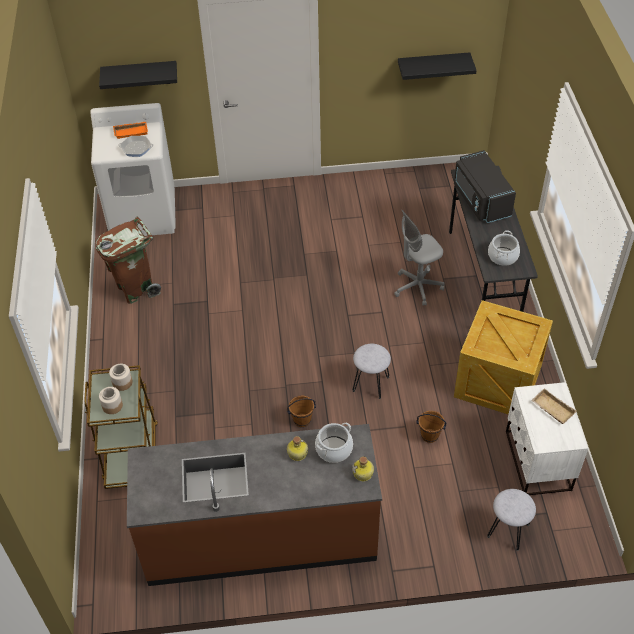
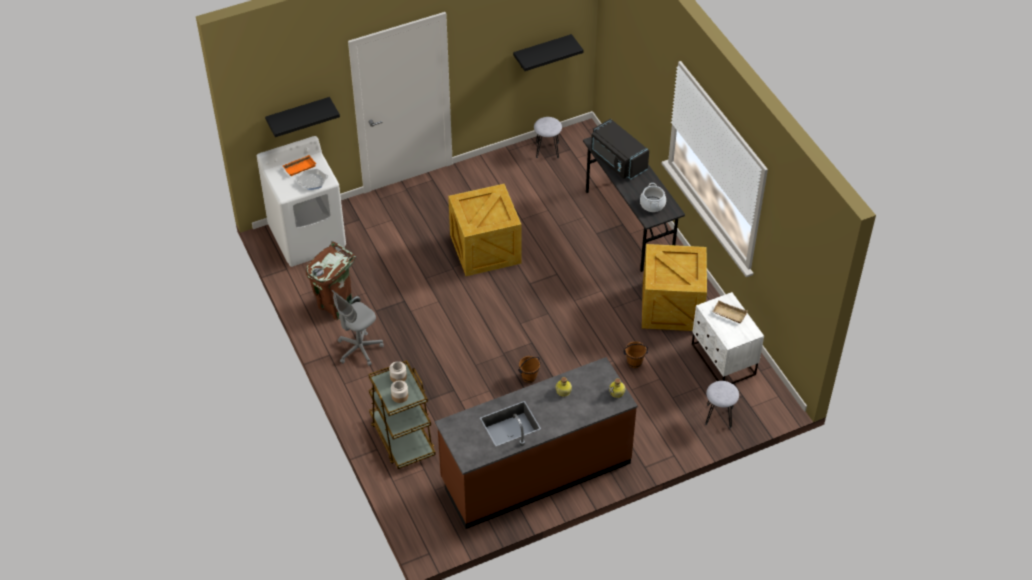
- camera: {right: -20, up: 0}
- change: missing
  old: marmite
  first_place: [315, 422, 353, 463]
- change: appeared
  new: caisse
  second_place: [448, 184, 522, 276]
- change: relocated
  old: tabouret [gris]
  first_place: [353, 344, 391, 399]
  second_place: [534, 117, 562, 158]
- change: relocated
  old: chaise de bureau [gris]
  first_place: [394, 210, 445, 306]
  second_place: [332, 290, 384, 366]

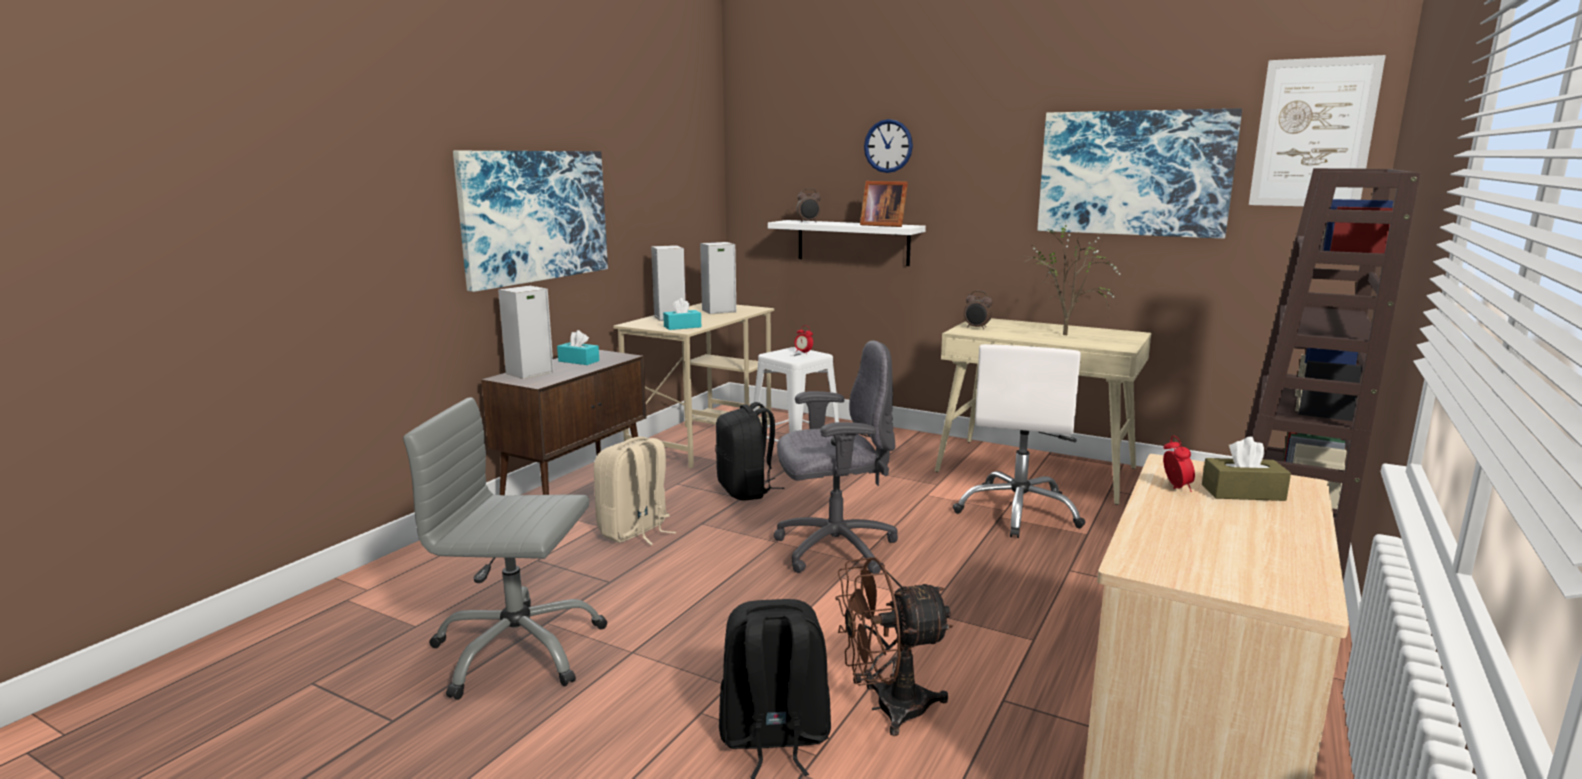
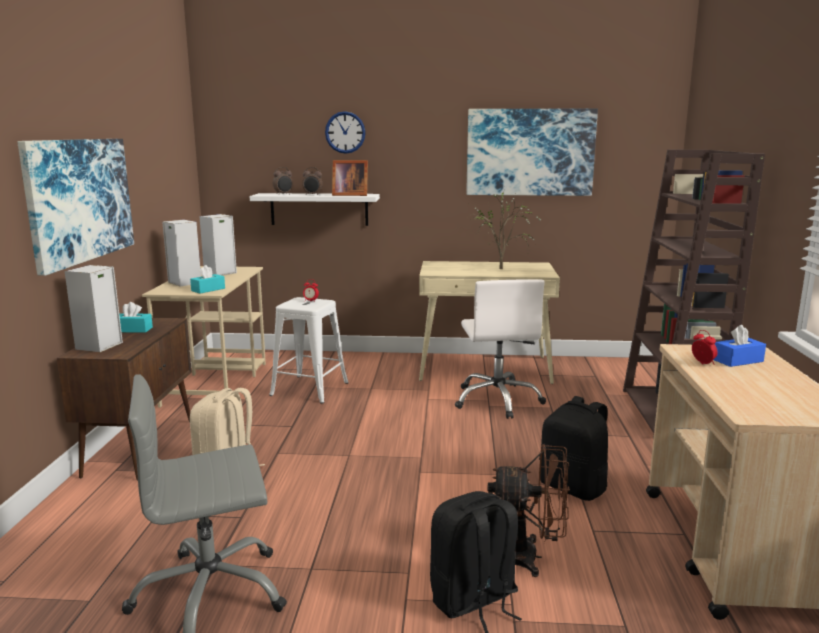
- camera: {right: -25, up: 0}
- change: missing
  old: chaise de bureau [gris]
  first_place: [774, 340, 898, 574]
- change: missing
  old: tableau
  first_place: [1249, 55, 1386, 206]
- change: relocated
  old: sac à dos [noir]
  first_place: [715, 402, 785, 501]
  second_place: [539, 396, 608, 501]
- change: relocated
  old: réveil
  first_place: [964, 291, 992, 329]
  second_place: [302, 167, 323, 195]
- change: colour
  old: boîte à mouchoirs [marron]
  new: boîte à mouchoirs [bleu]
  first_place: [1202, 437, 1291, 501]
  second_place: [713, 325, 766, 367]
- change: spun
  old: ventilateur [marron]
  first_place: [835, 557, 953, 736]
  second_place: [487, 444, 570, 577]
  degrees: -135

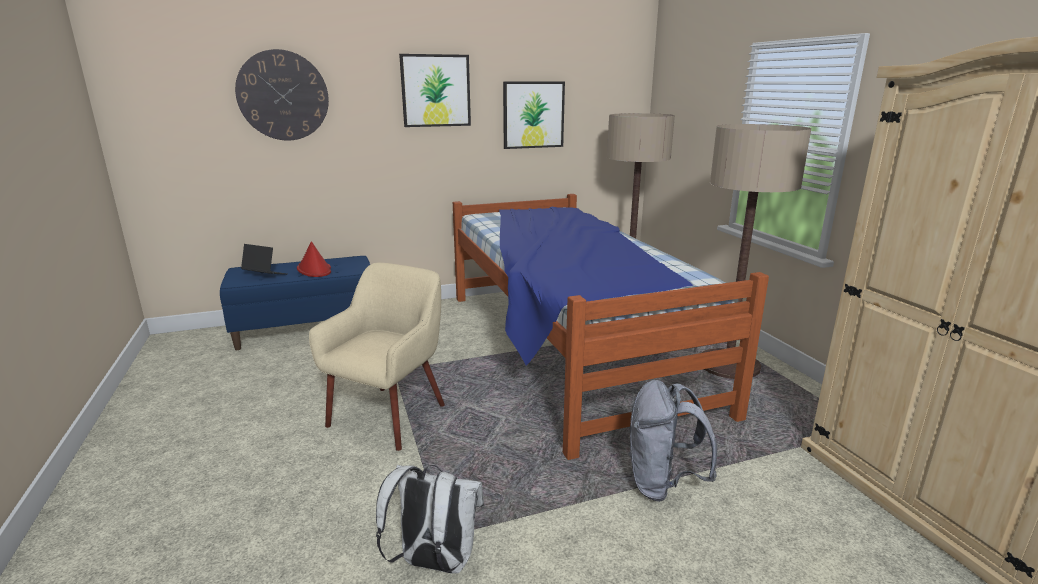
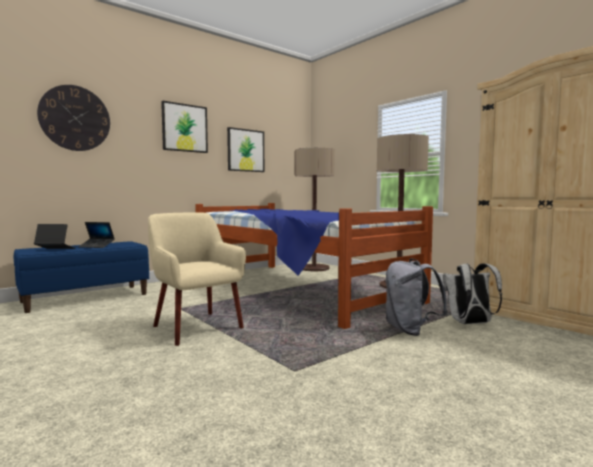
- camera: {right: -20, up: -15}
- change: relocated
  old: sac à dos [blanc]
  first_place: [376, 465, 484, 574]
  second_place: [443, 263, 502, 324]
- change: exchanged
  old: chapeau [rouge]
  new: ordinateur portable
  first_place: [297, 241, 331, 277]
  second_place: [78, 222, 115, 248]
- change: spun
  old: fauteuil [beige]
  first_place: [309, 263, 445, 451]
  second_place: [148, 212, 246, 346]
  degrees: -45

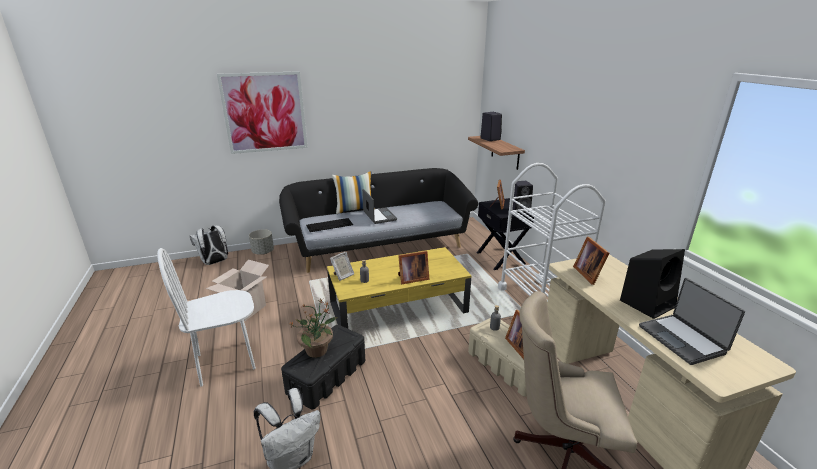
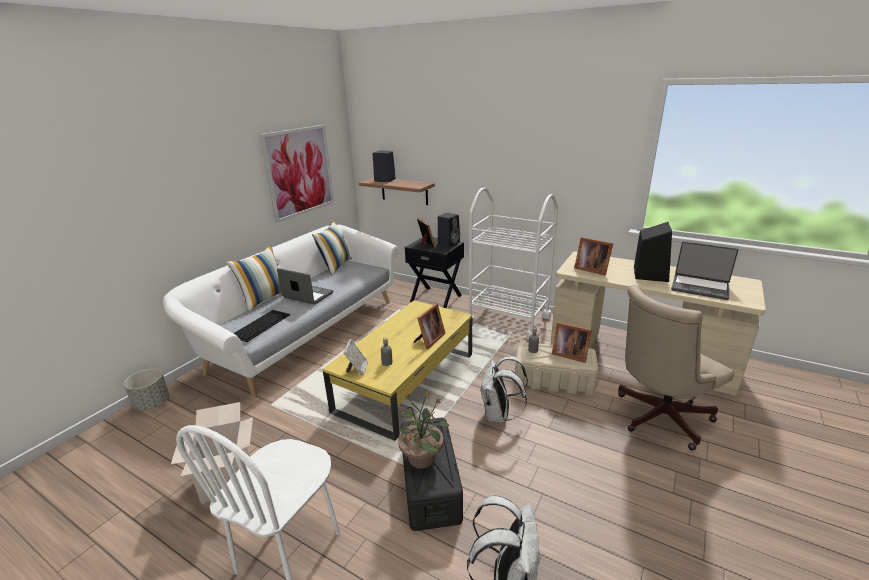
- camera: {right: -40, up: 0}
- change: appeared
  new: coussin
  second_place: [312, 220, 352, 275]
- change: relocated
  old: sac à dos [blanc]
  first_place: [190, 225, 228, 265]
  second_place: [480, 356, 528, 423]
- change: relocated
  old: tableau
  first_place: [217, 71, 308, 154]
  second_place: [260, 125, 334, 223]
- change: colour
  old: canapé [noir]
  new: canapé [blanc]
  first_place: [279, 168, 478, 273]
  second_place: [163, 225, 399, 398]

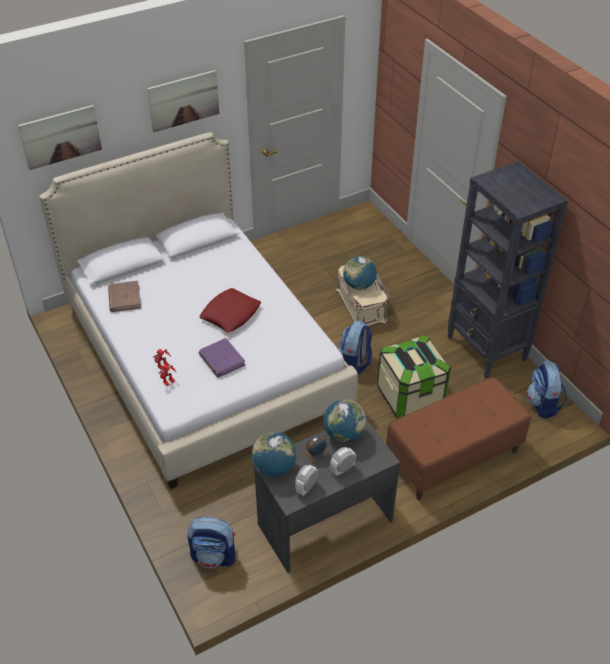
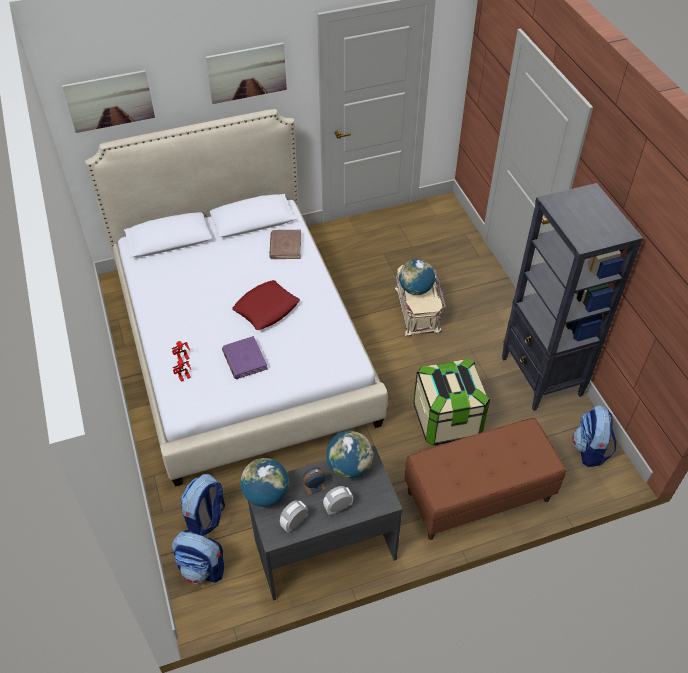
- camera: {right: 10, up: 5}
- change: relocated
  old: livre [marron]
  first_place: [108, 281, 141, 312]
  second_place: [269, 230, 301, 259]
- change: relocated
  old: sac à dos
  first_place: [338, 321, 372, 374]
  second_place: [180, 474, 225, 536]

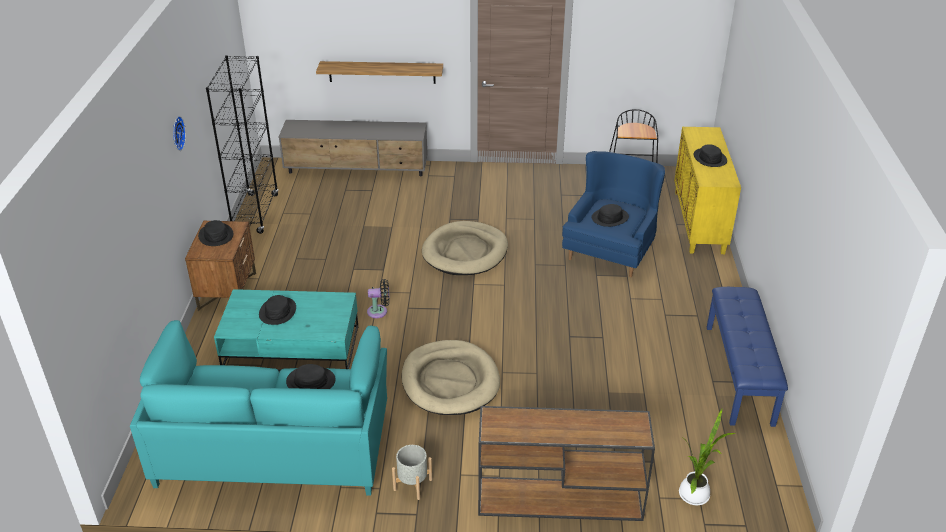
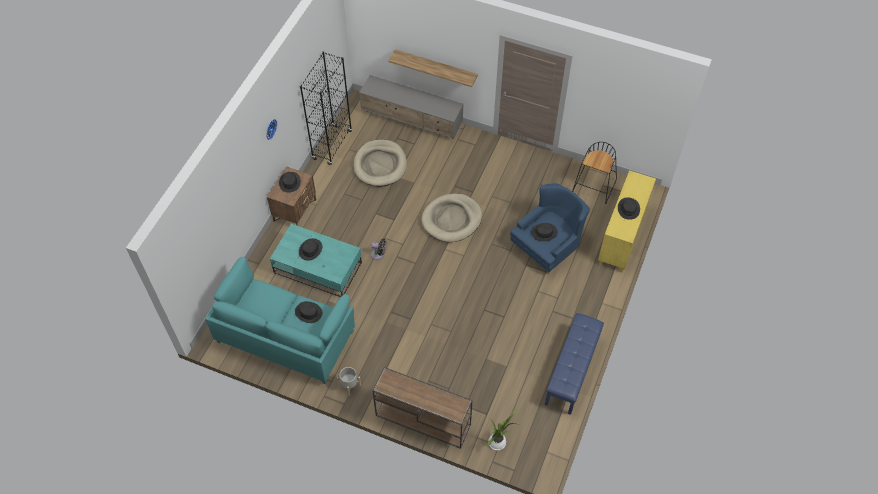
- camera: {right: 20, up: 20}
- change: relocated
  old: panier pour chien [beige]
  first_place: [401, 340, 500, 415]
  second_place: [354, 139, 407, 187]

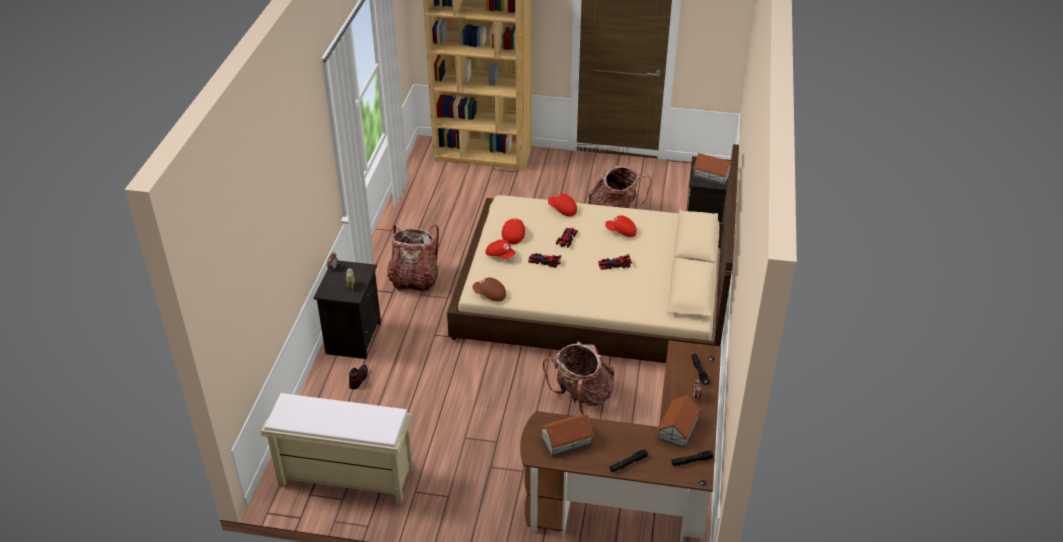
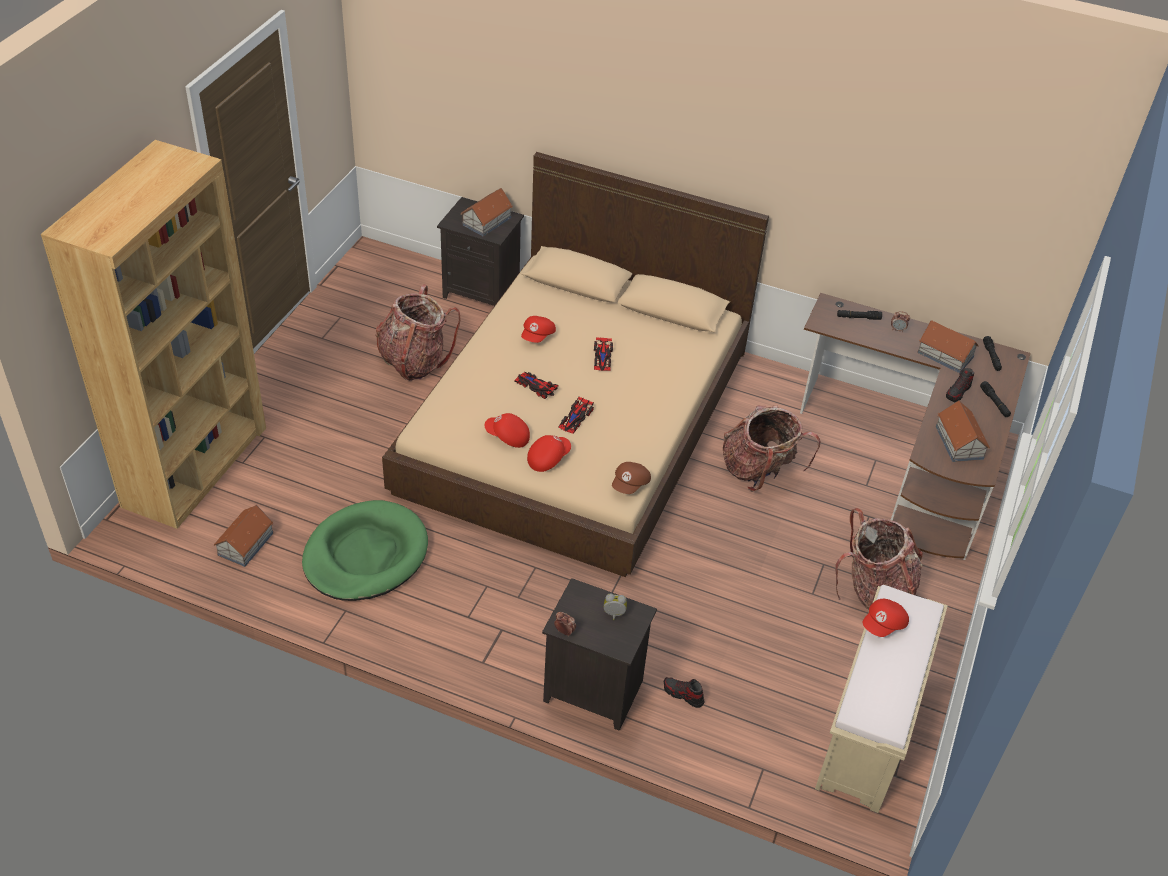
- camera: {right: -80, up: 5}
- change: appeared
  new: maison miniature
  second_place: [214, 505, 274, 567]
- change: appeared
  new: panier pour chien [vert]
  second_place: [302, 500, 428, 601]
- change: appeared
  new: chaussure
  second_place: [946, 368, 974, 402]
- change: relocated
  old: sac à dos
  first_place: [387, 224, 439, 292]
  second_place: [835, 508, 923, 609]
- change: relocated
  old: casquette [rouge]
  first_place: [548, 194, 577, 217]
  second_place: [863, 599, 909, 637]

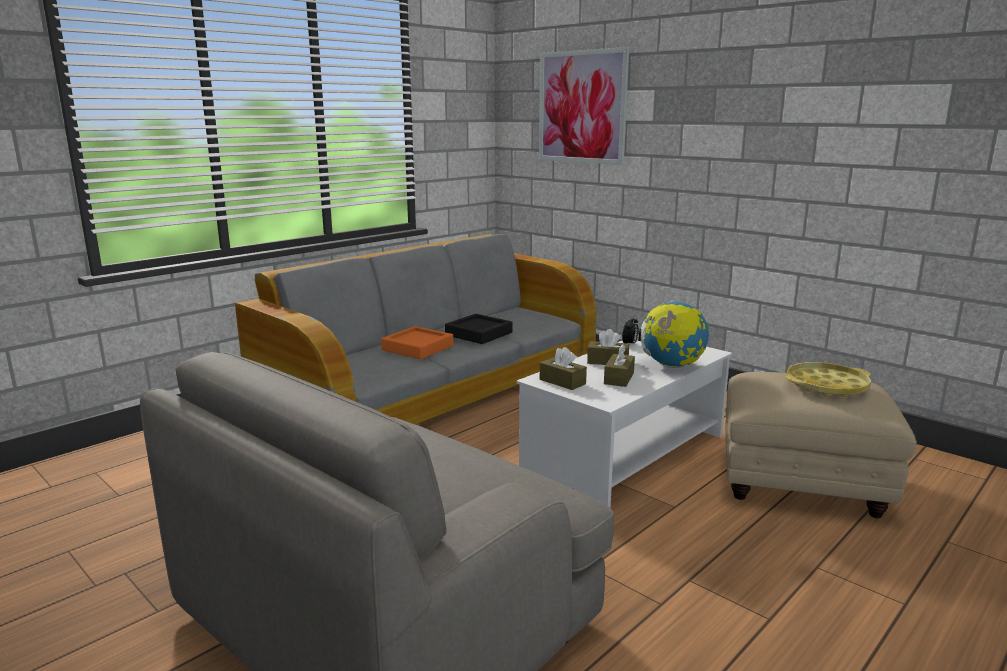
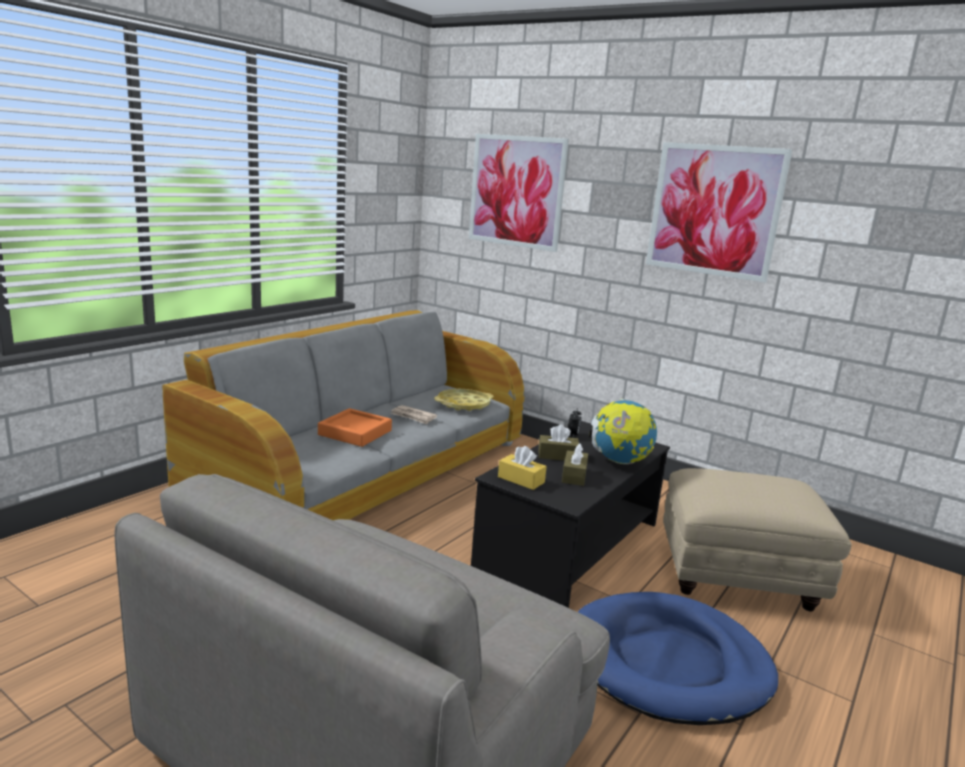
- camera: {right: -10, up: 0}
- change: appeared
  new: panier pour chien [bleu]
  second_place: [578, 592, 778, 725]
- change: appeared
  new: tableau
  second_place: [646, 142, 793, 283]
- change: relocated
  old: plateau [jaune]
  first_place: [785, 362, 871, 397]
  second_place: [434, 389, 494, 411]
- change: exchanged
  old: plateau [noir]
  new: journal
  first_place: [445, 314, 512, 344]
  second_place: [391, 405, 437, 424]
- change: colour
  old: table basse [blanc]
  new: table basse [noir]
  first_place: [516, 338, 732, 508]
  second_place: [471, 421, 670, 608]
- change: colour
  old: boîte à mouchoirs [marron]
  new: boîte à mouchoirs [jaune]
  first_place: [540, 347, 587, 390]
  second_place: [498, 446, 547, 490]

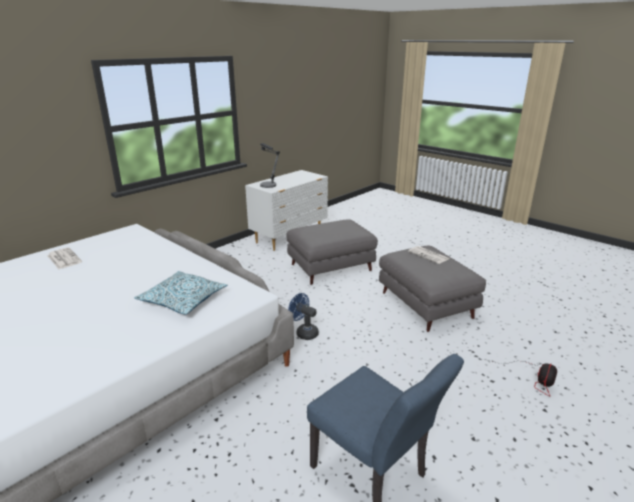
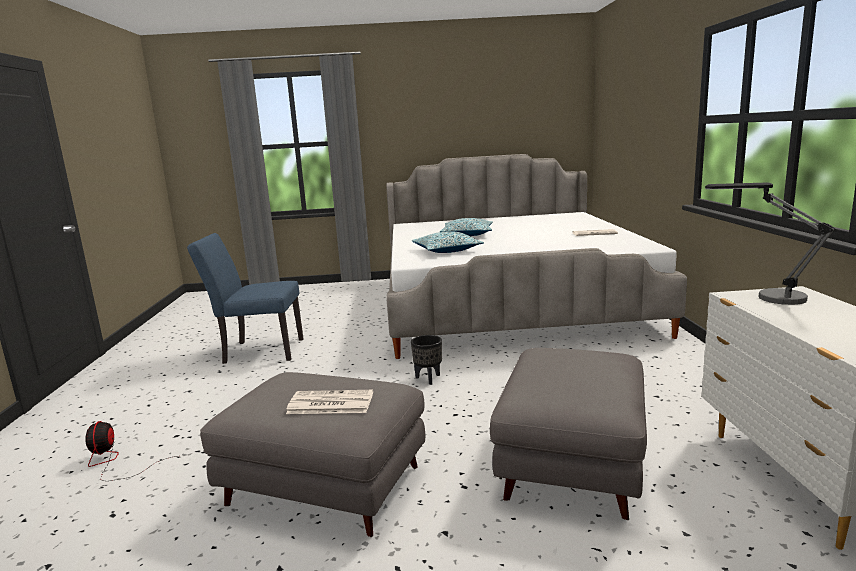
- camera: {right: 135, up: -10}
- change: appeared
  new: coussin
  second_place: [440, 218, 493, 236]
- change: exchanged
  old: ventilateur [bleu]
  new: cache-pot [noir]
  first_place: [288, 293, 319, 340]
  second_place: [411, 335, 442, 385]

